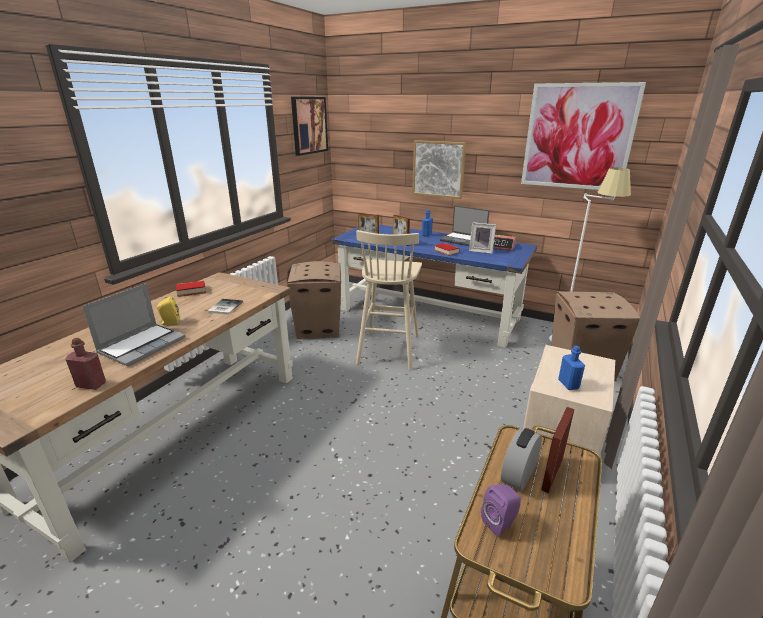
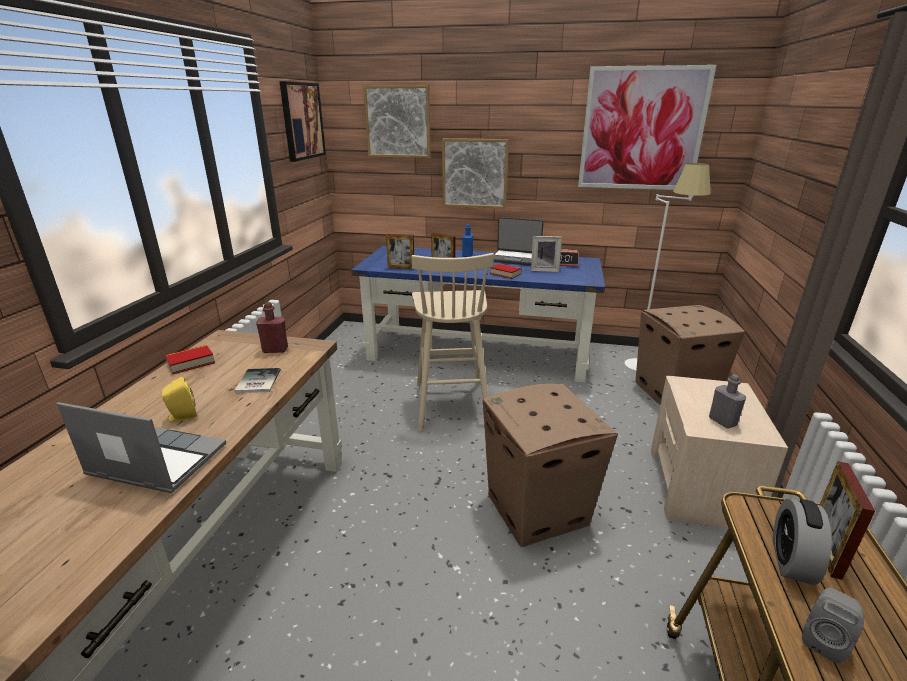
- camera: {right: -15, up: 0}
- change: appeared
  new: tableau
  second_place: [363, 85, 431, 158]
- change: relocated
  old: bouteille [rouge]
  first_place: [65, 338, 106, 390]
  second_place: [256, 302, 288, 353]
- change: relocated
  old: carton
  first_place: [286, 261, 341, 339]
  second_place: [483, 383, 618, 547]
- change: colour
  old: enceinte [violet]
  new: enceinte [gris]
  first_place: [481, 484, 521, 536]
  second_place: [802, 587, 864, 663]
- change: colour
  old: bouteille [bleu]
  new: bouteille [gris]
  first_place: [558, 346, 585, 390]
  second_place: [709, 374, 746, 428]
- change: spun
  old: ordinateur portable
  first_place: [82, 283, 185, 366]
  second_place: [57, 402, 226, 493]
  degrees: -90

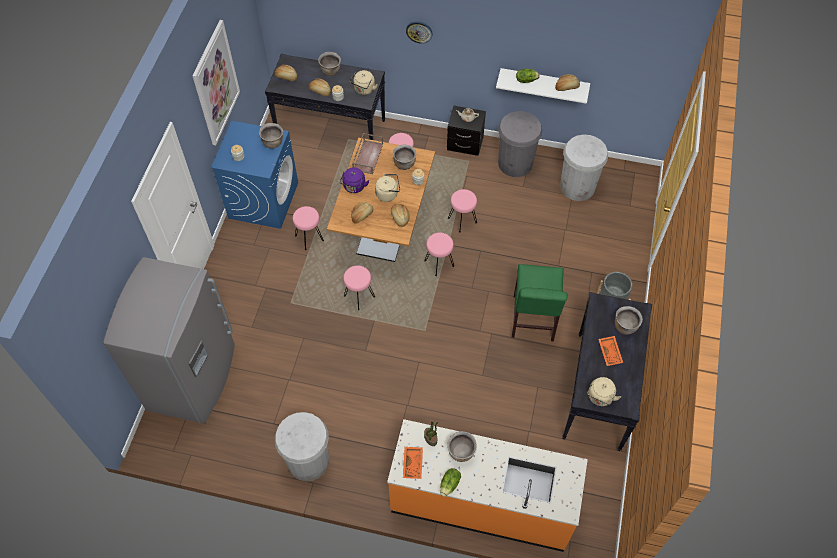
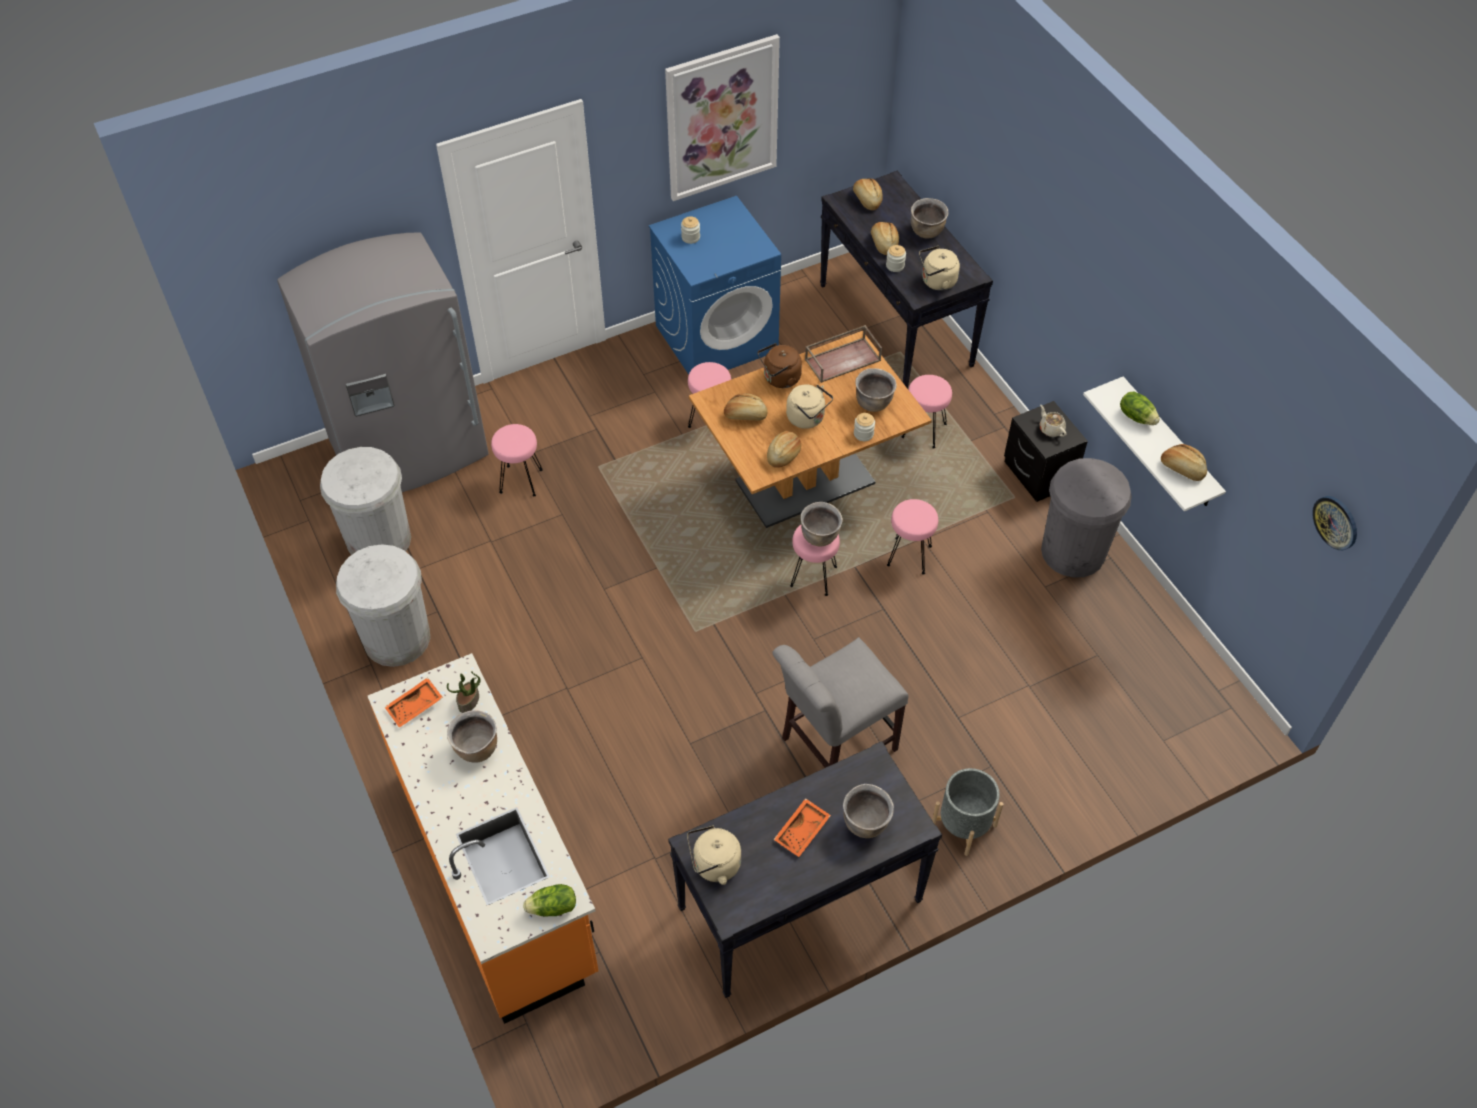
- camera: {right: 50, up: -5}
- change: relocated
  old: marmite [marron]
  first_place: [259, 123, 283, 149]
  second_place: [801, 502, 843, 546]
- change: relocated
  old: tabouret [rose]
  first_place: [343, 266, 375, 310]
  second_place: [491, 424, 543, 496]
- change: relocated
  old: horloge murale
  first_place: [406, 21, 433, 44]
  second_place: [1312, 496, 1357, 550]
- change: relocated
  old: laitue
  first_place: [440, 468, 461, 497]
  second_place: [523, 884, 576, 916]
- change: relocated
  old: poubelle [blanc]
  first_place: [560, 134, 608, 201]
  second_place: [320, 447, 411, 555]
- change: colour
  old: bouilloire [violet]
  new: bouilloire [marron]
  first_place: [340, 167, 369, 193]
  second_place: [758, 343, 802, 388]
- change: colour
  old: chaise [vert]
  new: chaise [gris]
  first_place: [512, 264, 568, 341]
  second_place: [772, 637, 909, 768]

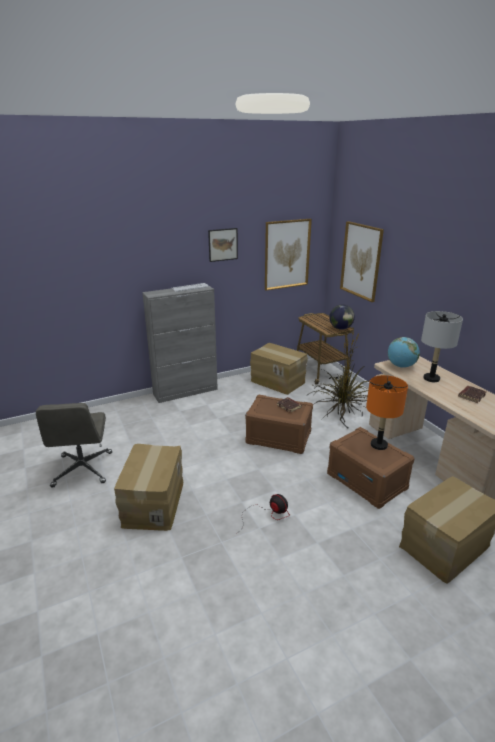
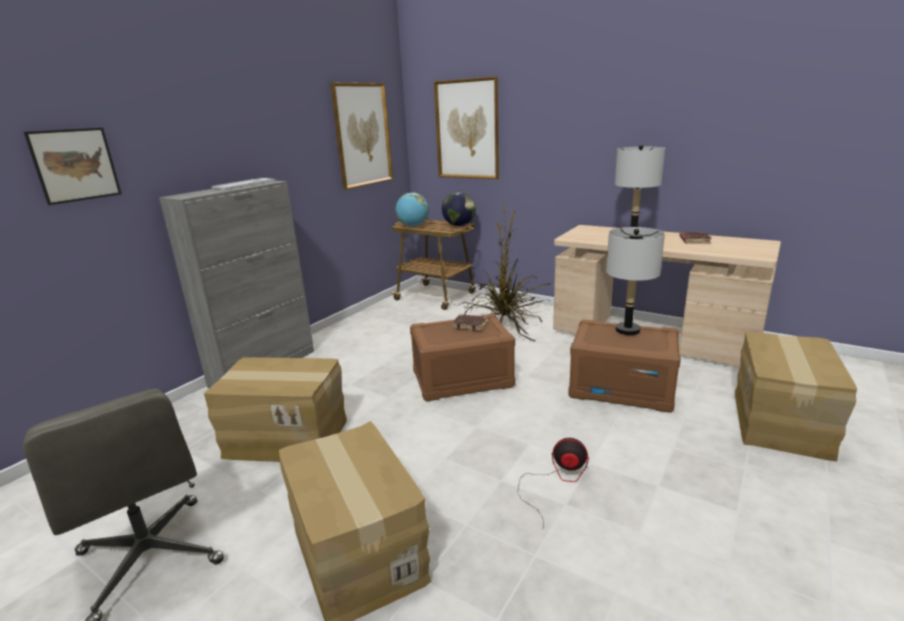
- camera: {right: -30, up: -5}
- change: relocated
  old: tableau
  first_place: [208, 228, 238, 262]
  second_place: [24, 128, 122, 205]
- change: relocated
  old: carton
  first_place: [250, 343, 308, 395]
  second_place: [204, 357, 347, 462]
- change: relocated
  old: globe
  first_place: [388, 337, 420, 368]
  second_place: [396, 193, 429, 226]
- change: colour
  old: lampe de table [orange]
  new: lampe de table [gris]
  first_place: [366, 375, 408, 450]
  second_place: [606, 227, 665, 335]

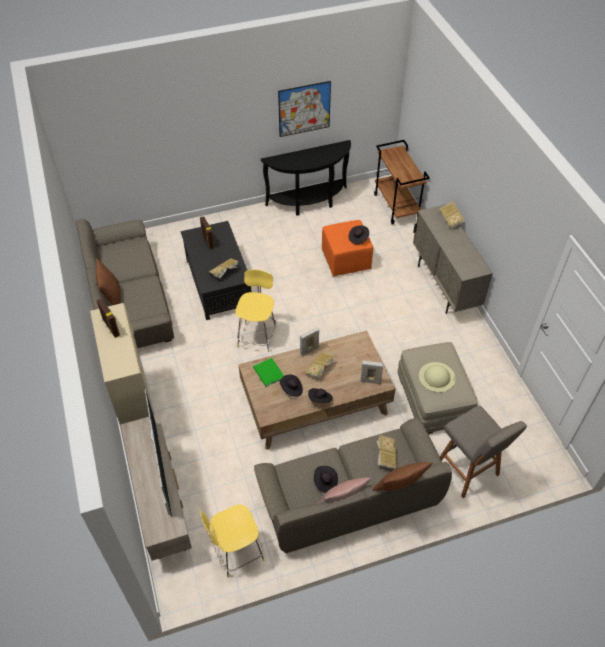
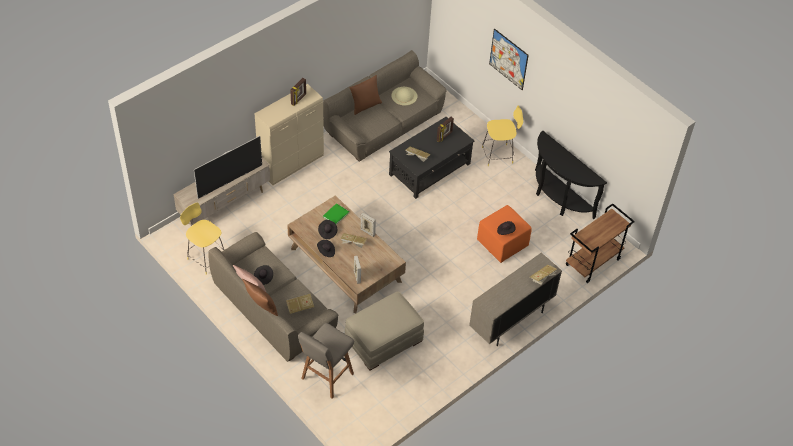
- camera: {right: 65, up: 0}
- change: relocated
  old: tabouret [jaune]
  first_place: [235, 270, 276, 352]
  second_place: [482, 105, 523, 166]
- change: relocated
  old: tableau
  first_place: [278, 81, 331, 137]
  second_place: [489, 29, 529, 90]
- change: relocated
  old: chapeau [beige]
  first_place: [419, 362, 456, 392]
  second_place: [391, 87, 417, 105]

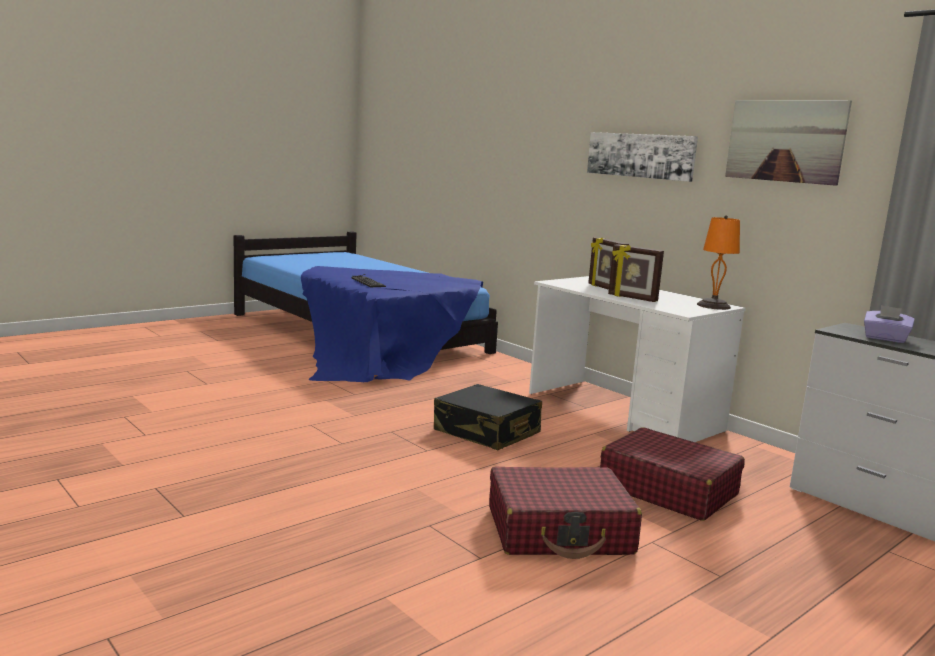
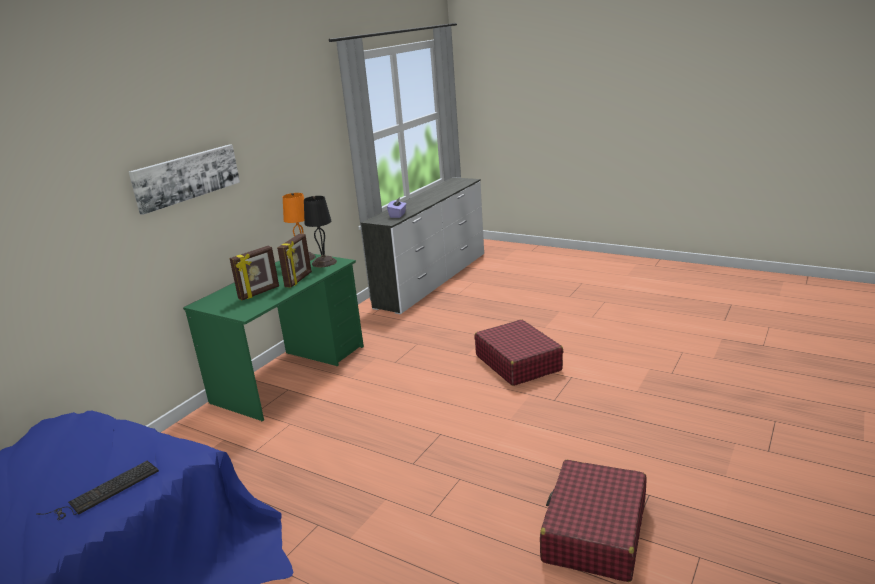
- camera: {right: -105, up: 10}
- change: missing
  old: valise [noir]
  first_place: [434, 384, 542, 450]
- change: missing
  old: tableau
  first_place: [725, 100, 852, 186]
- change: appeared
  new: lampe de table [noir]
  second_place: [304, 196, 337, 267]
- change: relocated
  old: valise [rouge]
  first_place: [600, 427, 745, 521]
  second_place: [540, 460, 646, 582]
- change: colour
  old: bureau [blanc]
  new: bureau [vert]
  first_place: [529, 276, 746, 442]
  second_place: [183, 254, 364, 421]

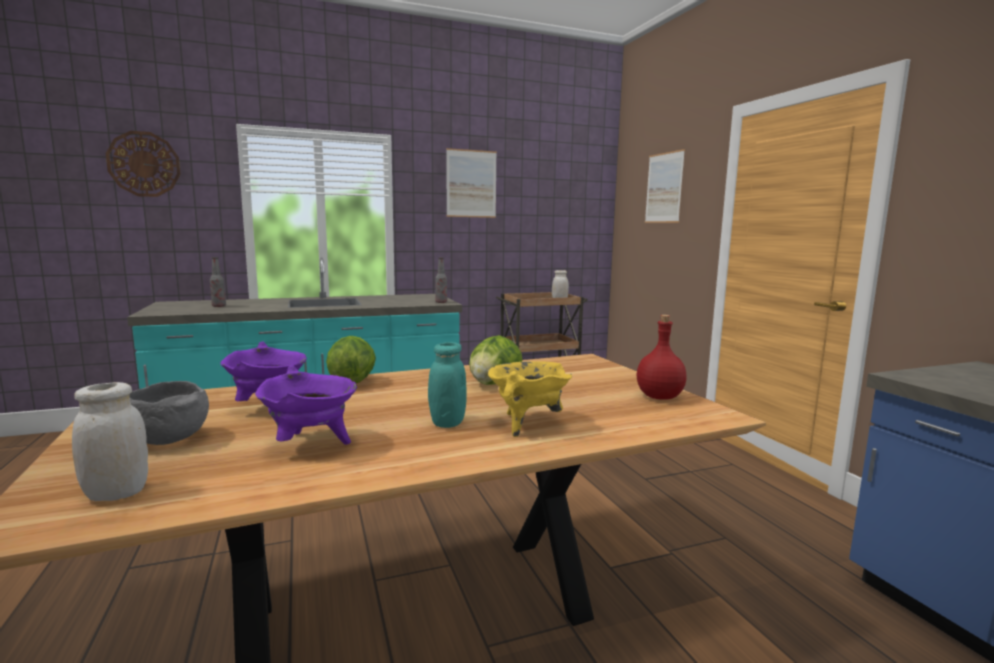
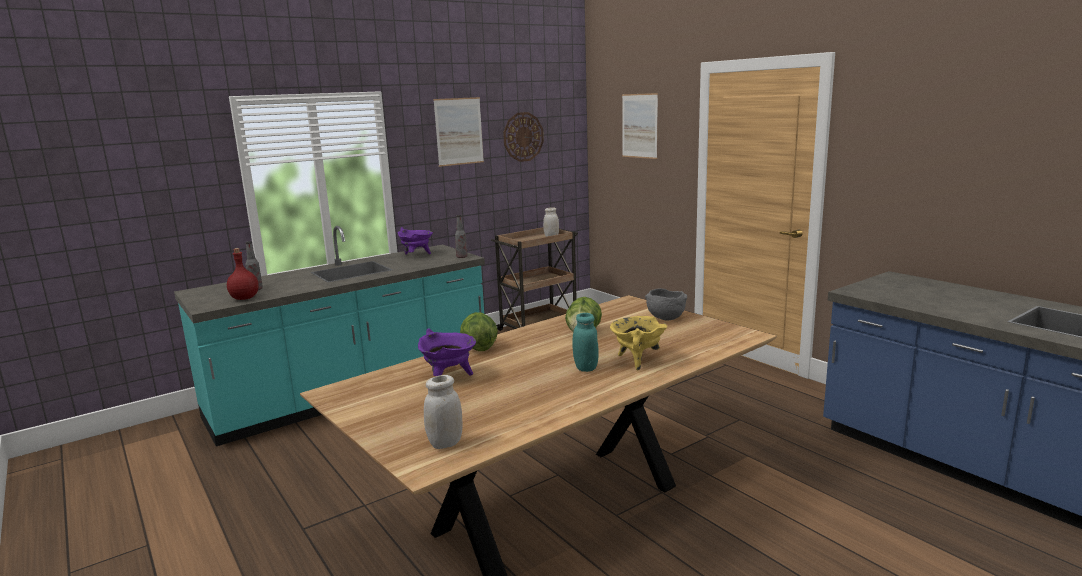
- camera: {right: -15, up: 5}
- change: relocated
  old: horloge murale
  first_place: [106, 131, 181, 197]
  second_place: [503, 112, 544, 162]
- change: relocated
  old: bol [gris]
  first_place: [129, 381, 209, 445]
  second_place: [645, 288, 687, 320]
- change: relocated
  old: marmite [violet]
  first_place: [255, 365, 357, 445]
  second_place: [397, 227, 433, 255]
- change: relocated
  old: bouteille [rouge]
  first_place: [637, 315, 686, 400]
  second_place: [227, 248, 259, 300]

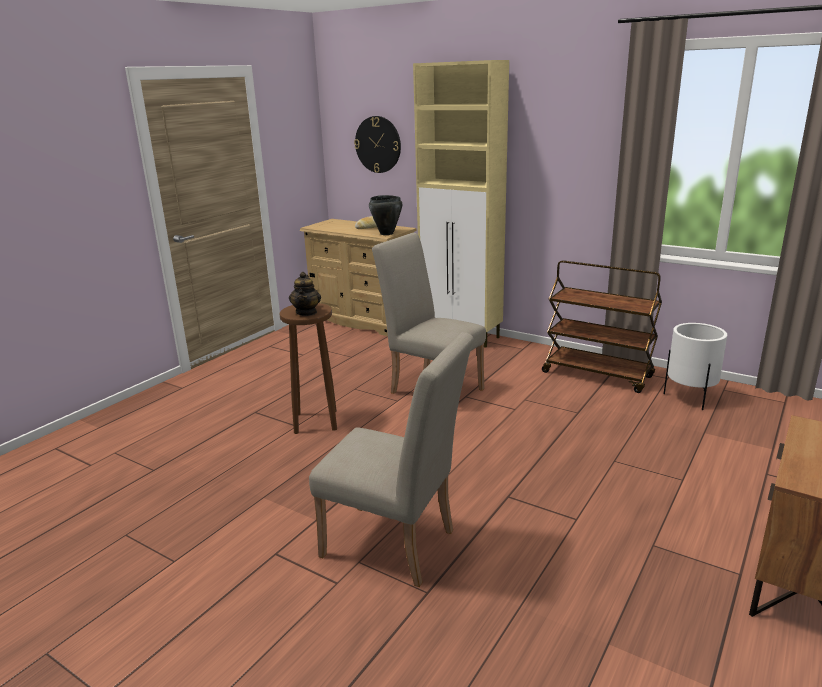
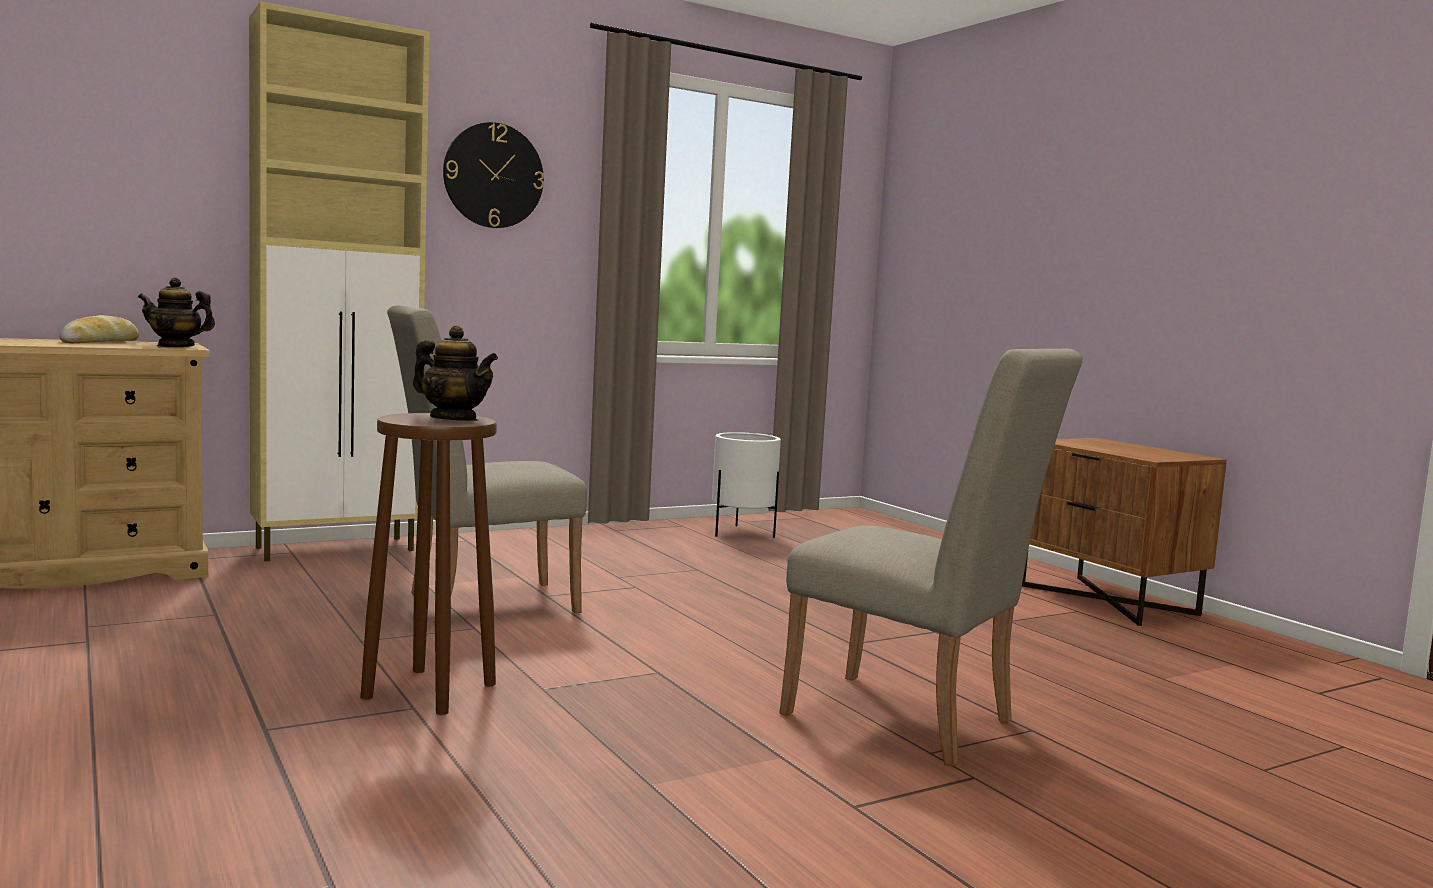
- camera: {right: -65, up: -15}
- change: missing
  old: chariot [marron]
  first_place: [542, 260, 662, 393]
- change: relocated
  old: horloge murale
  first_place: [354, 116, 401, 173]
  second_place: [443, 122, 544, 228]
- change: exchanged
  old: marmite [noir]
  new: théière
  first_place: [369, 195, 402, 235]
  second_place: [138, 277, 215, 347]
- change: spun
  old: chaise [beige]
  first_place: [309, 332, 474, 587]
  second_place: [779, 349, 1083, 767]
  degrees: 75

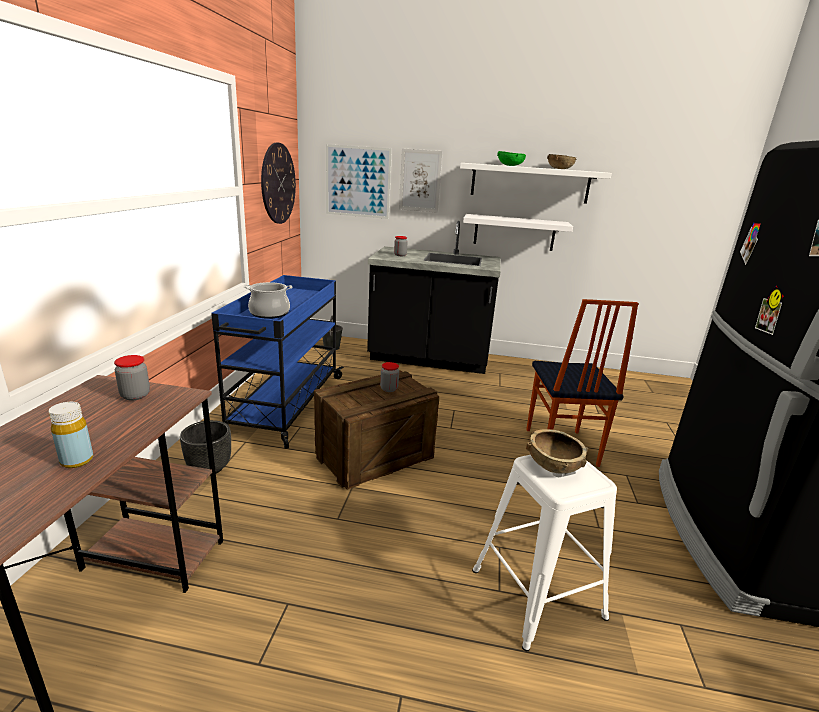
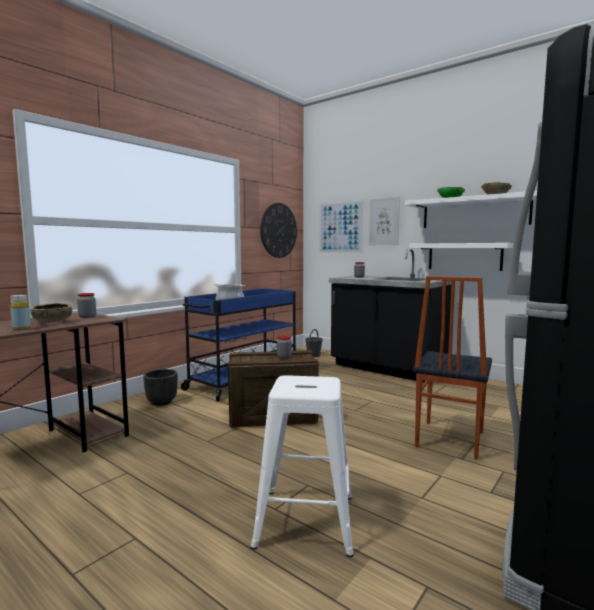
- camera: {right: 30, up: -15}
- change: relocated
  old: bol [marron]
  first_place: [526, 429, 589, 474]
  second_place: [30, 303, 72, 323]

